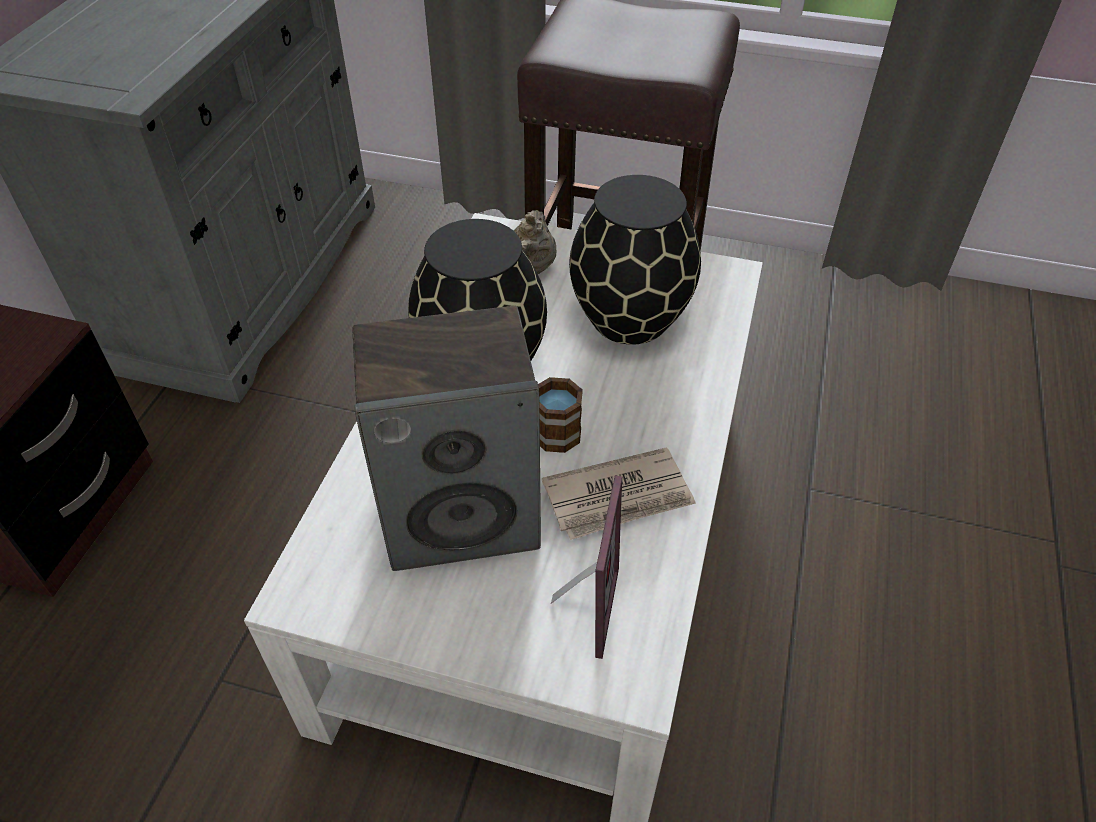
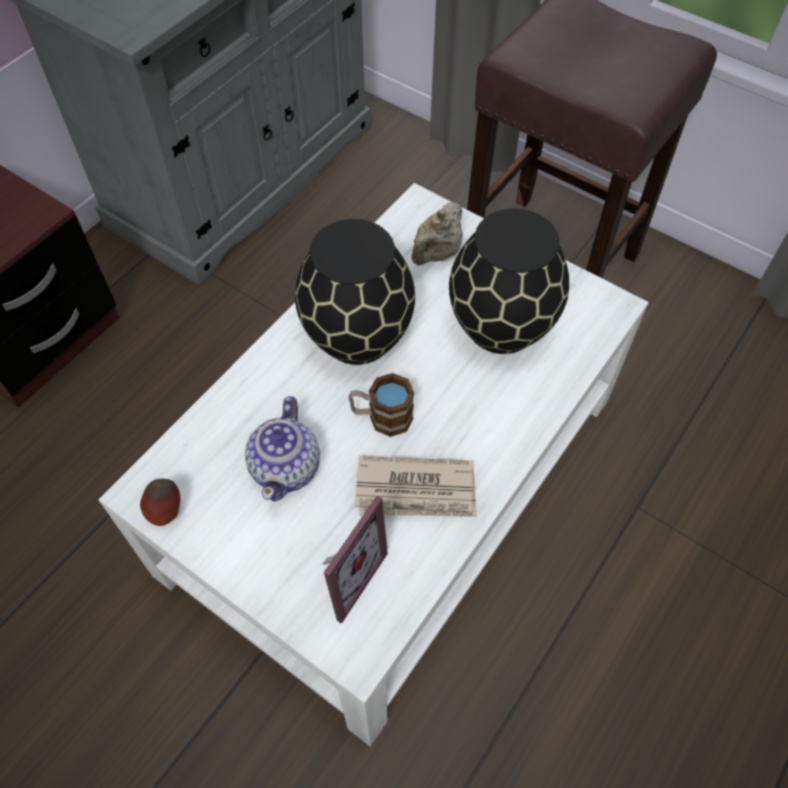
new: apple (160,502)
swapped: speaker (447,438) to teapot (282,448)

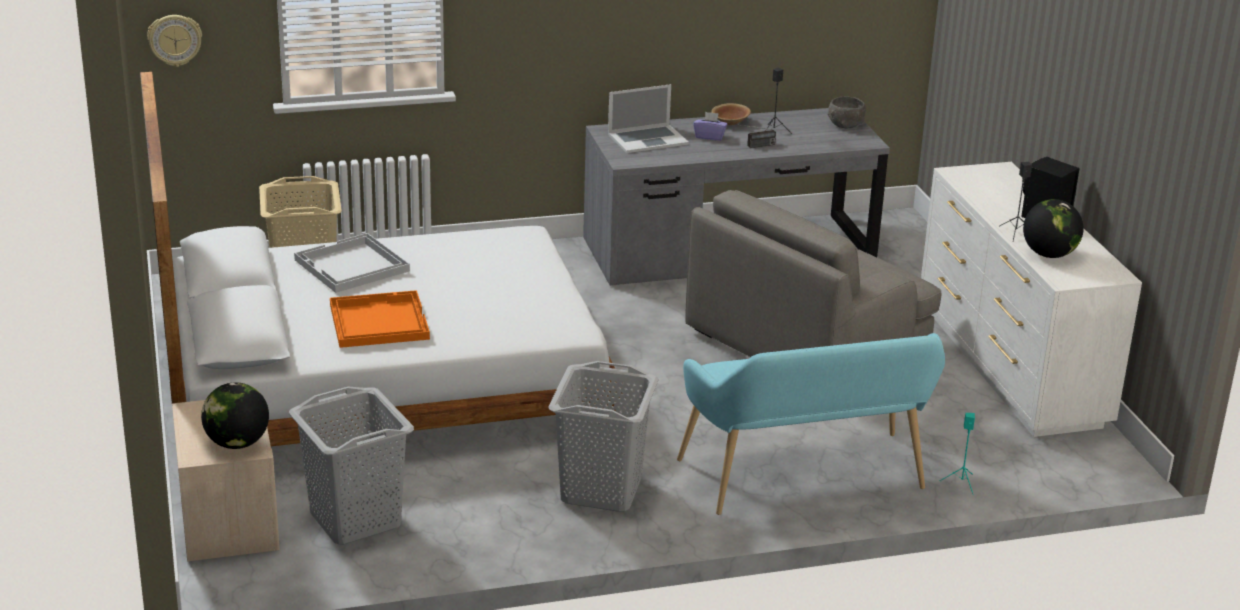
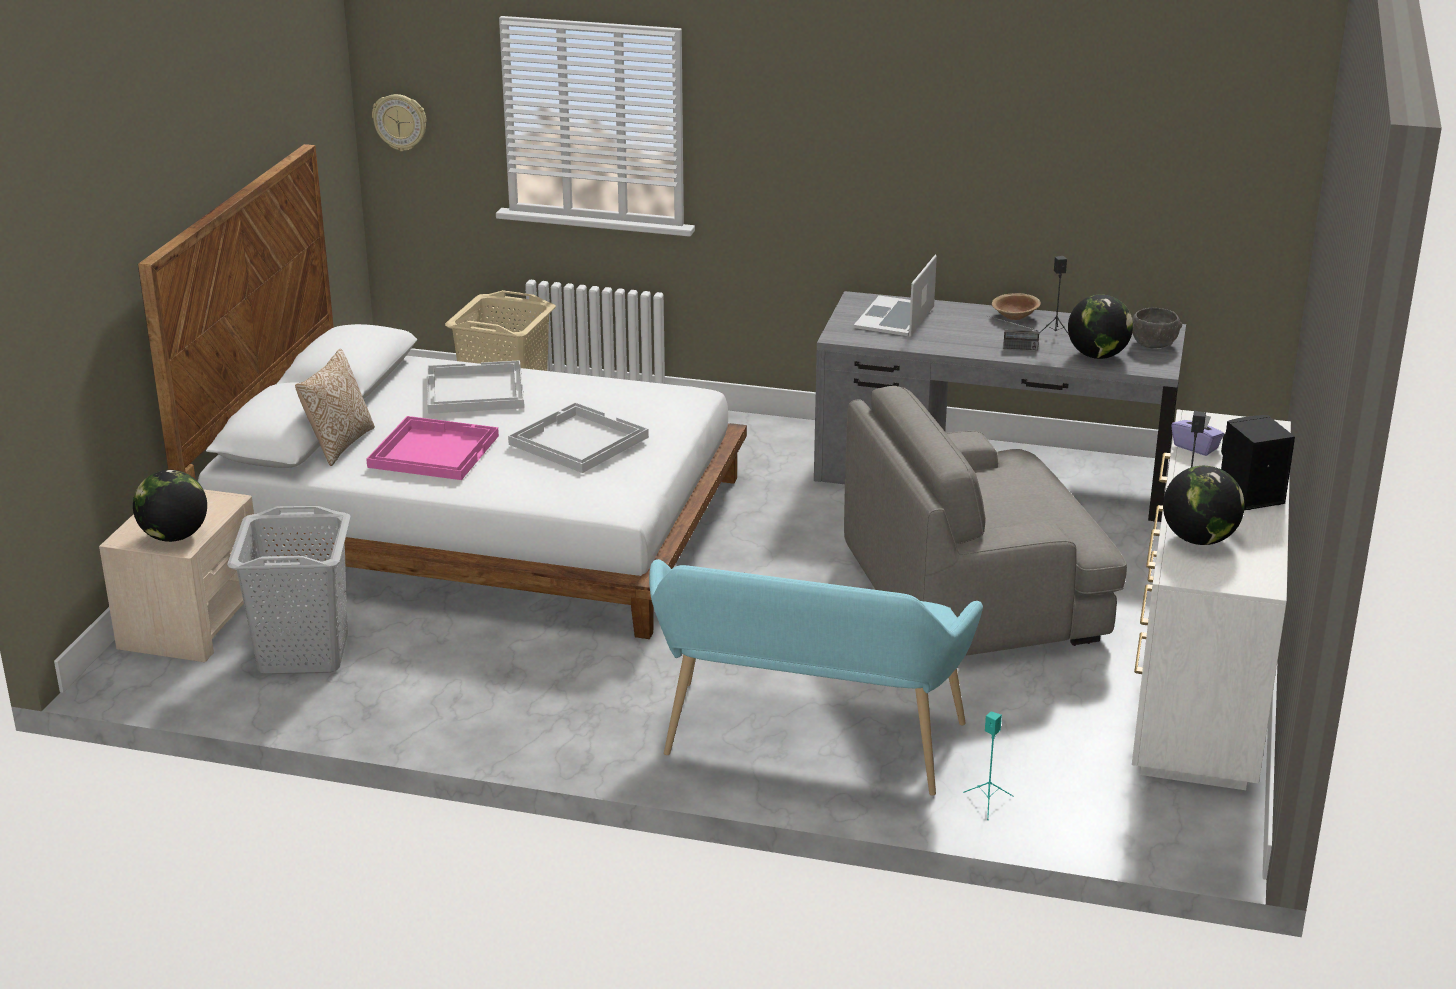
gone: laundry basket (grey) (603,436)
new: globe (1100,326); pillow (335,407); tray (white) (578,437)
shifted: tissue box (purple) (710,126) to (1197,436)
repainted: tray (orange) (380,319) to tray (pink) (432,448)
rotated: laptop (648,118) = (895,295) 105 degrees clockwise

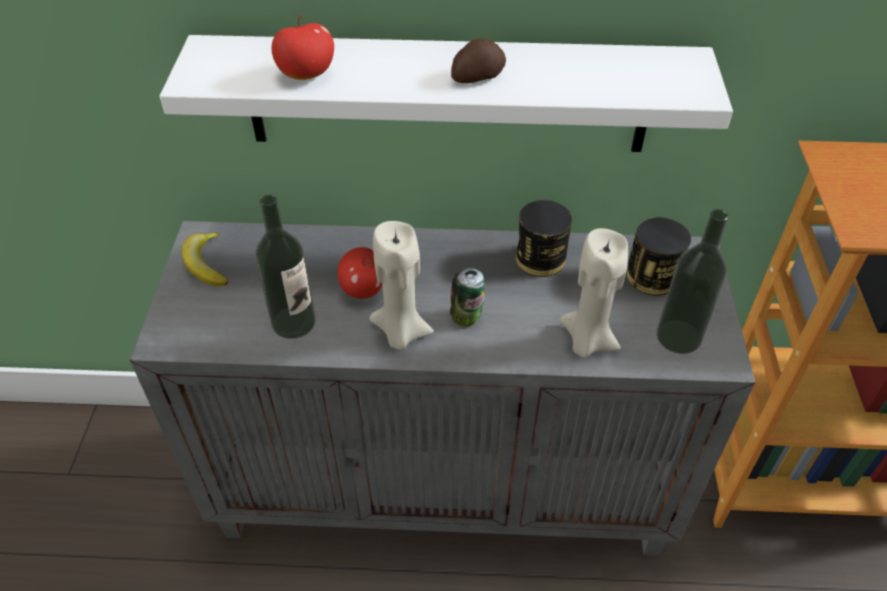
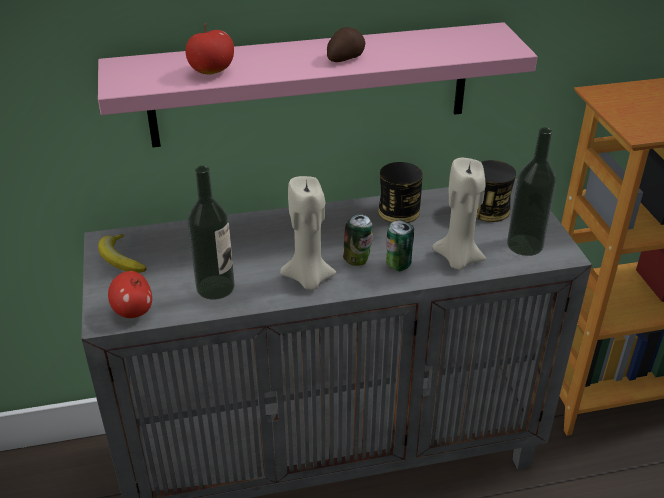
new: can (400,245)
shifted: apple (359,273) to (130,294)
repainted: shelf (white) (446,93) to shelf (pink) (317,84)

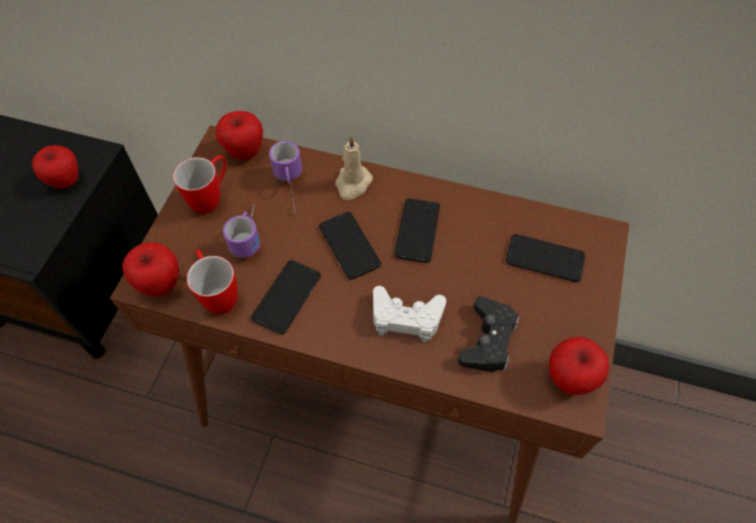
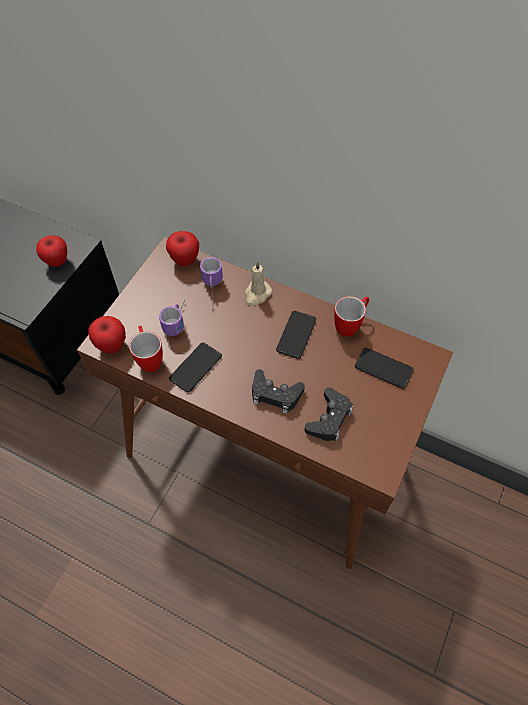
gone: phone (350,245); apple (579,366)
shifted: mug (200,184) to (351,316)
repainted: game controller (white) (409,314) to game controller (black) (278,391)

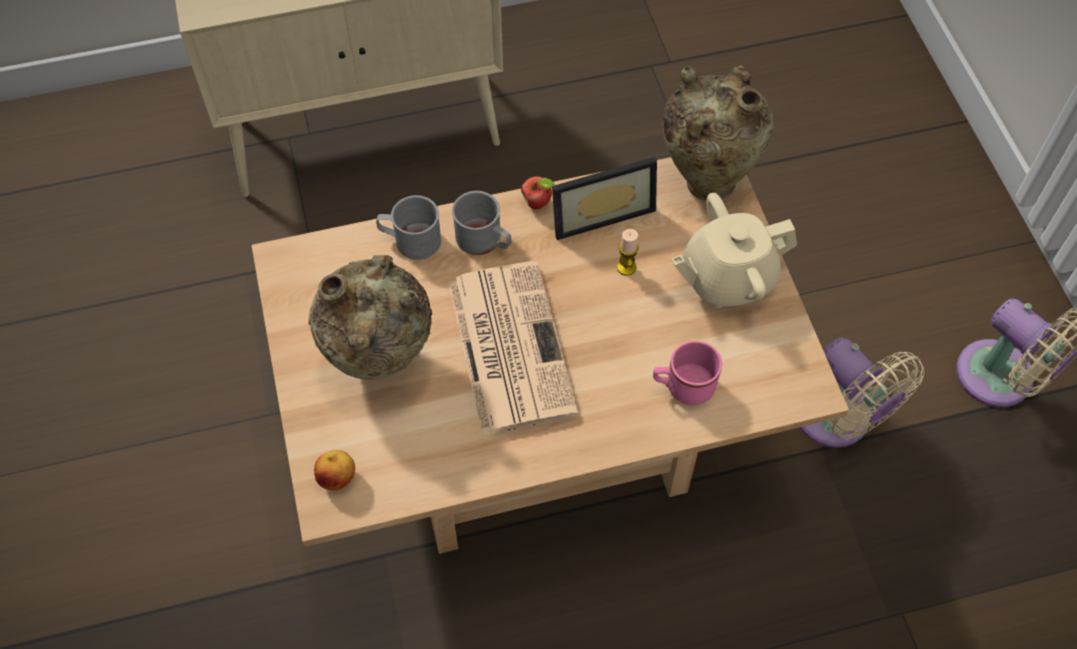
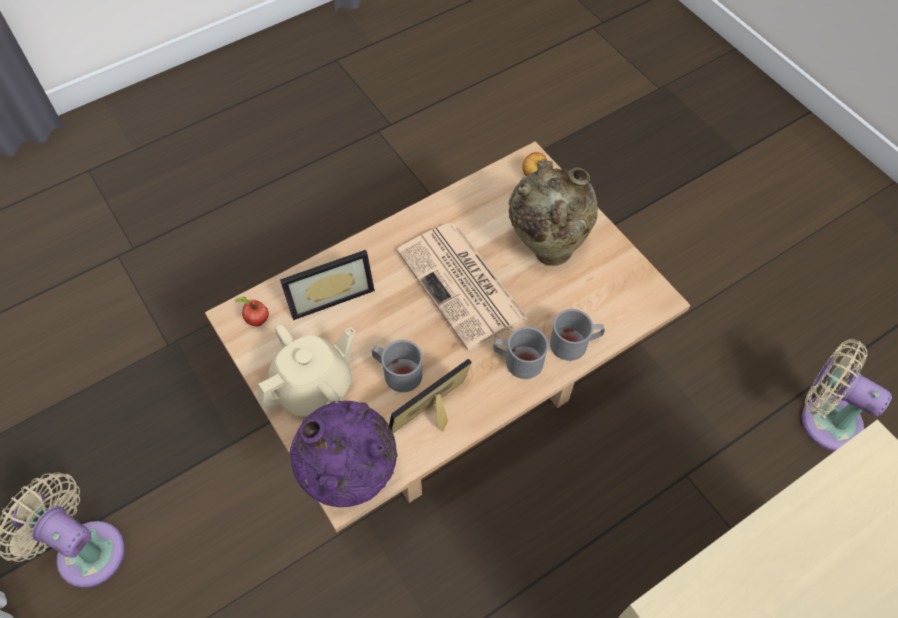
shifted: apple (538,193) to (252,312); fan (beige) (862,392) to (847,395)
swapped: candle (628,252) to mug (grey) (397,366); mug (pink) (687,373) to picture frame (327,285)
repainted: vase (beige) (718,133) to vase (purple) (343,453)

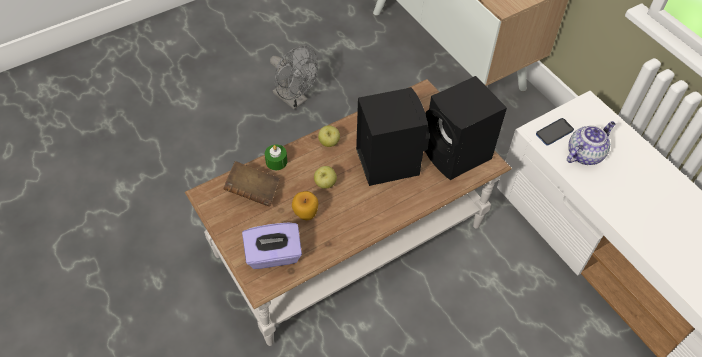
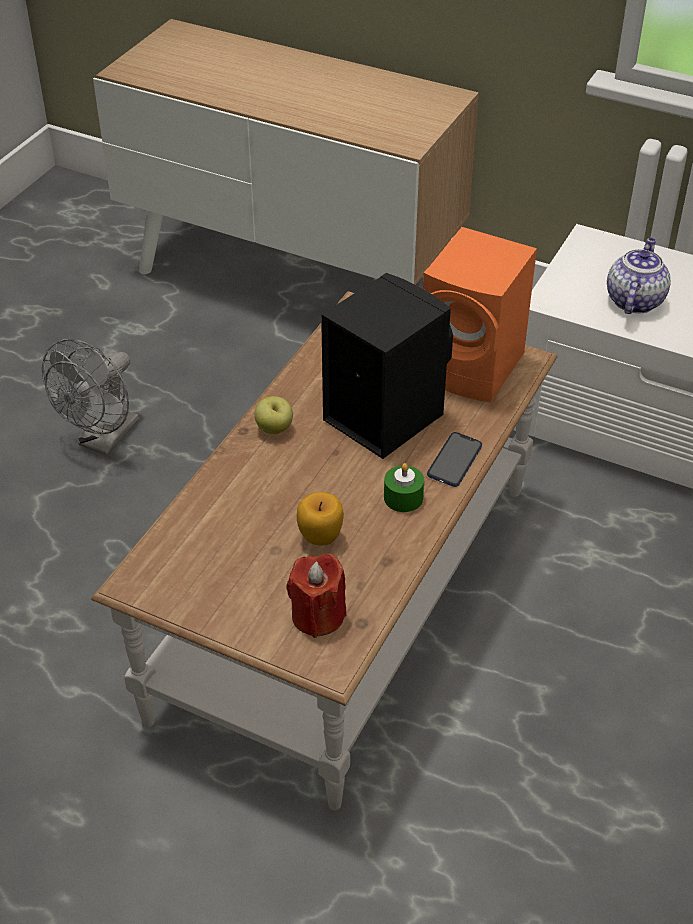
gone: book (brown) (251,184); apple (325,177)
shifted: phone (555,131) to (454,459); candle (green) (276,157) to (404,487)
swapped: tissue box (purple) (272,246) to candle (red) (316,595)
repainted: speaker (black) (466,128) to speaker (orange) (480,314)
rotated: fan (grey) (294,77) = (90,397) 105 degrees clockwise

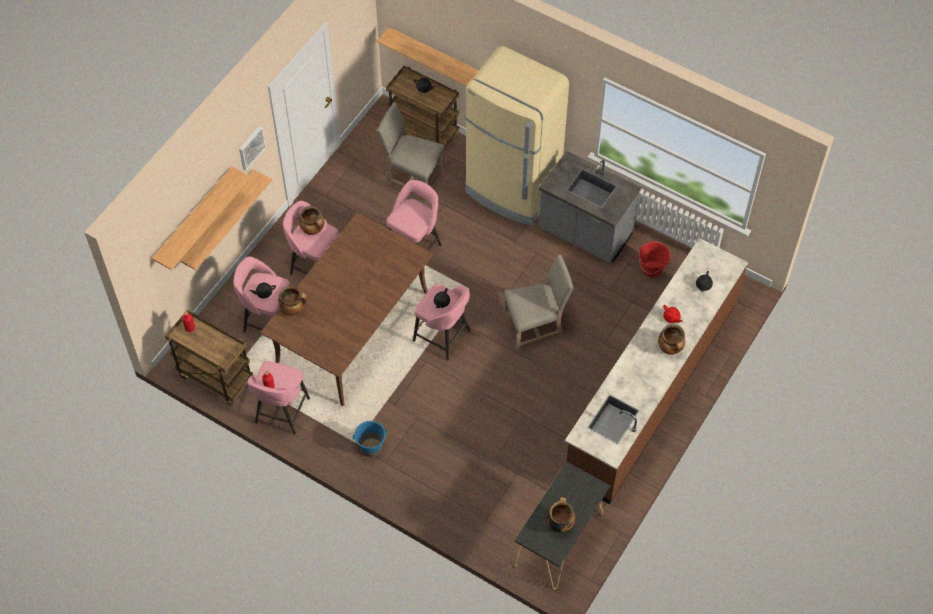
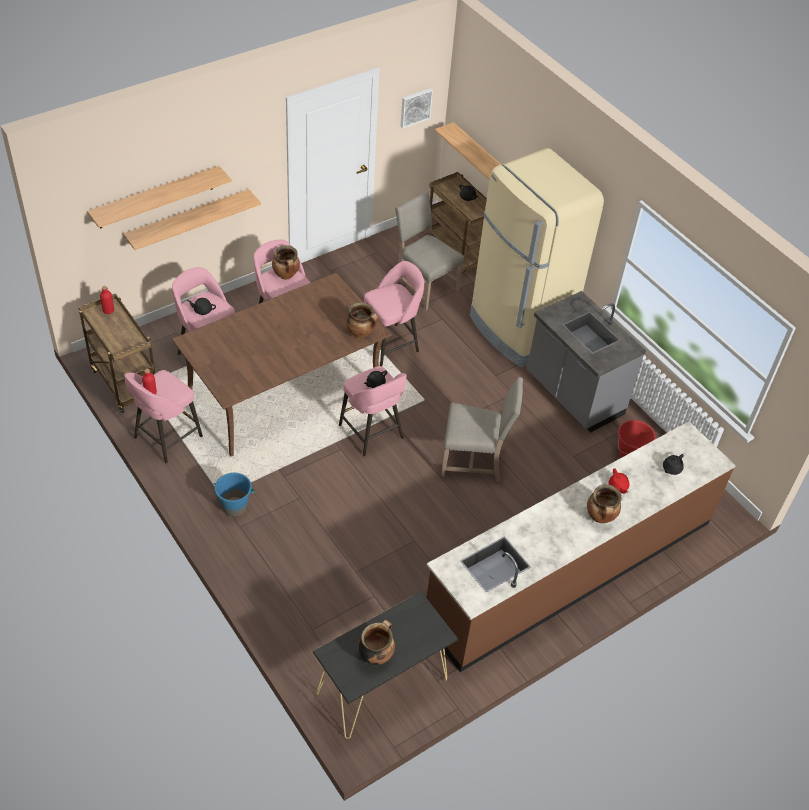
shifted: picture (252,148) to (417,108); cooking pot (292,301) to (362,320)

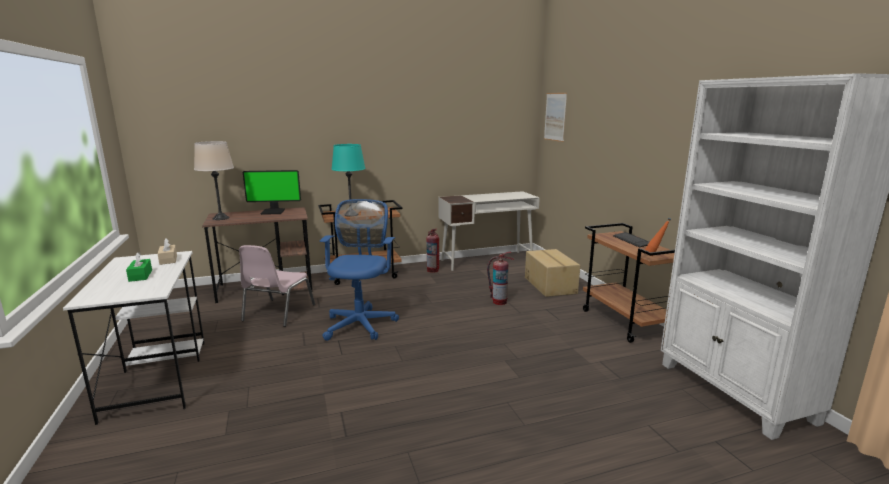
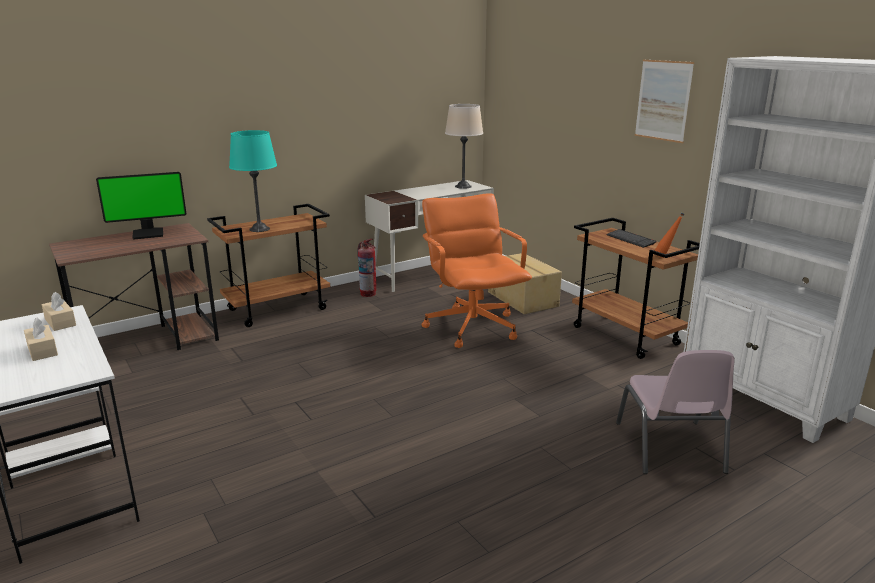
gone: office chair (blue) (359,270)
shifted: picture (555,117) to (664,101); table lamp (beige) (214,180) to (464,146); chair (pink) (277,286) to (675,412)
swapped: fire extinguisher (500,278) to office chair (orange) (477,270)
repainted: tissue box (green) (139,267) to tissue box (beige) (41,339)

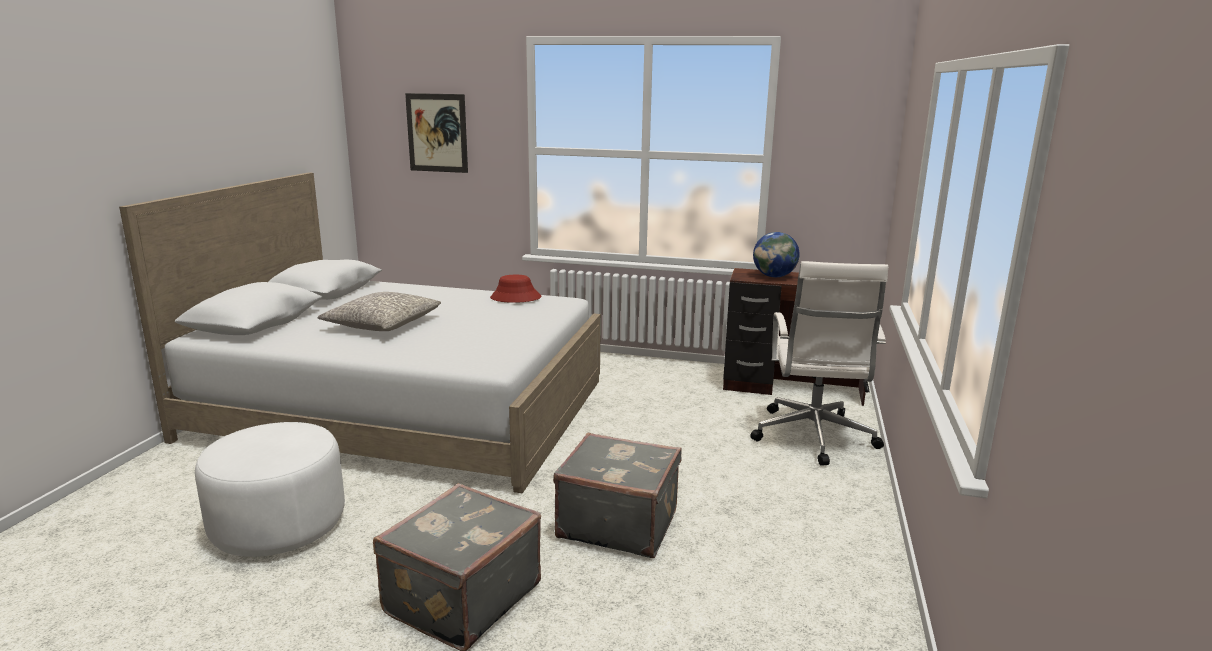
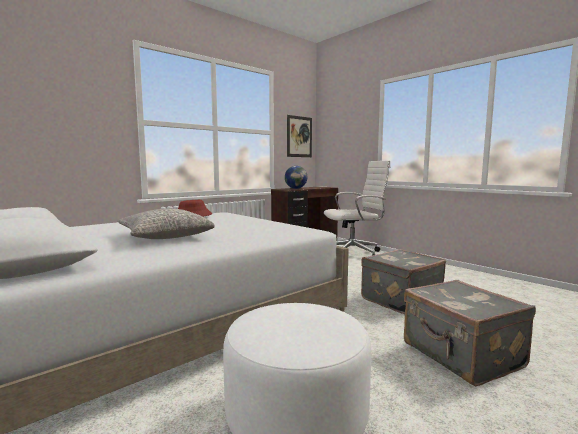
shifted: picture (436,133) to (299,136)
rotated: office chair (white) (819,363) = (357,208) 60 degrees counterclockwise

